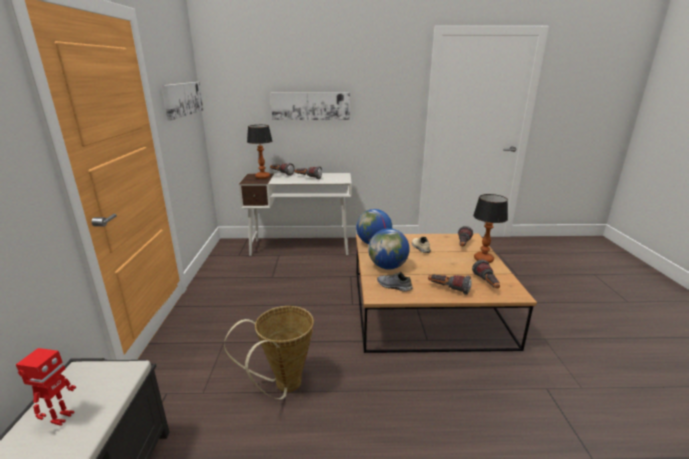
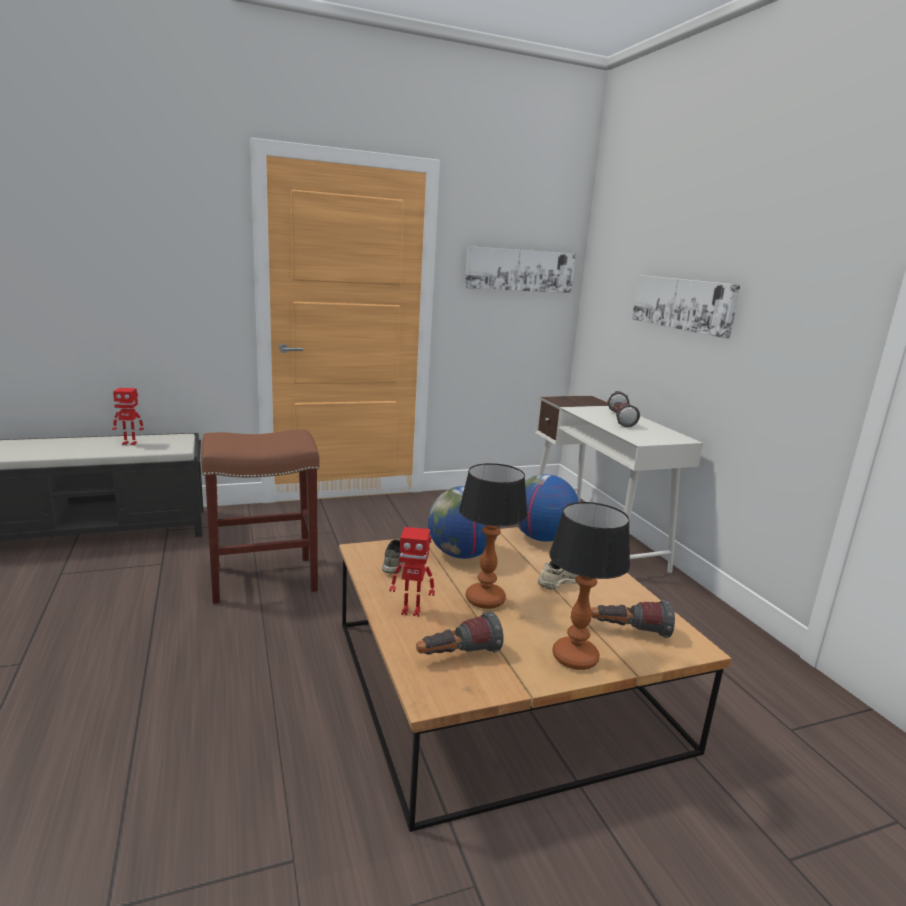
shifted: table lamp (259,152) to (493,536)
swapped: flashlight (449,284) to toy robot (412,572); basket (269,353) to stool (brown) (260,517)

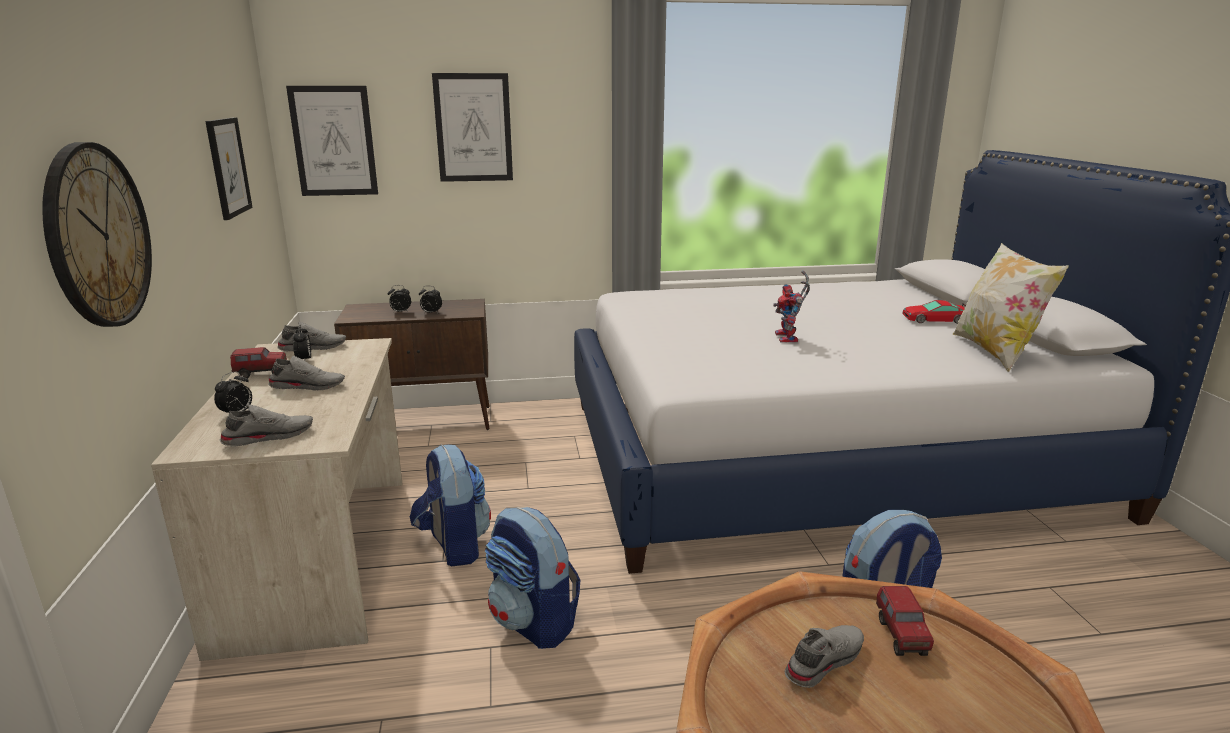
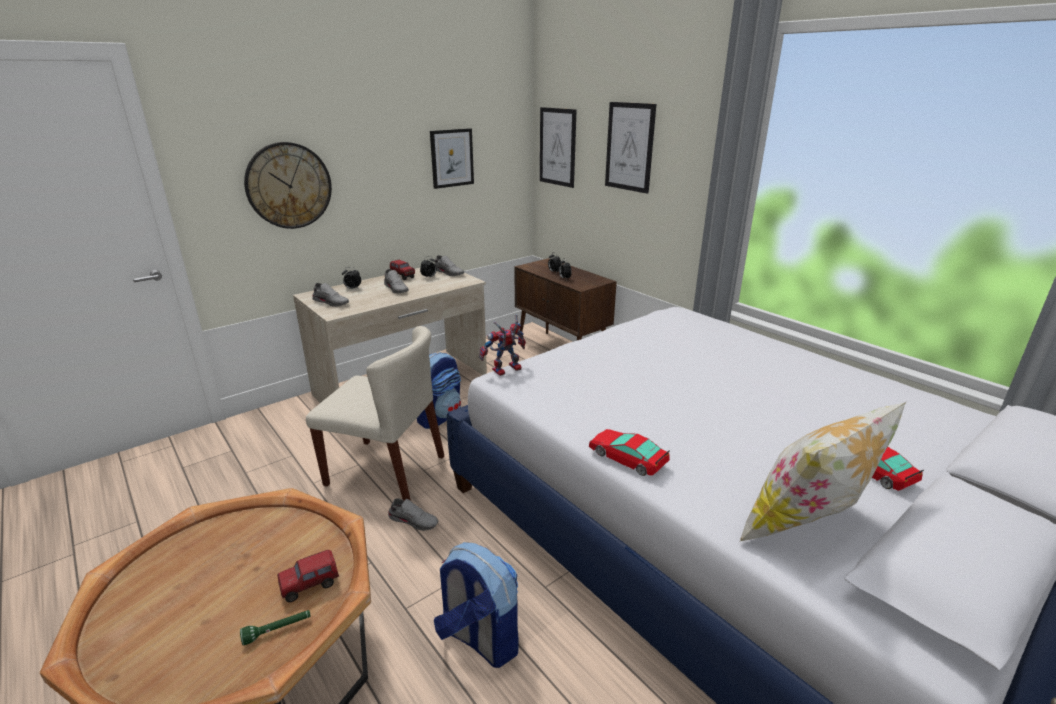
new: toy car (629,452); flashlight (green) (275,628)
shifted: toy robot (791,306) to (502,345); shoe (grey) (824,656) to (413,514)
swapped: backpack (532,578) to chair (beige) (375,413)

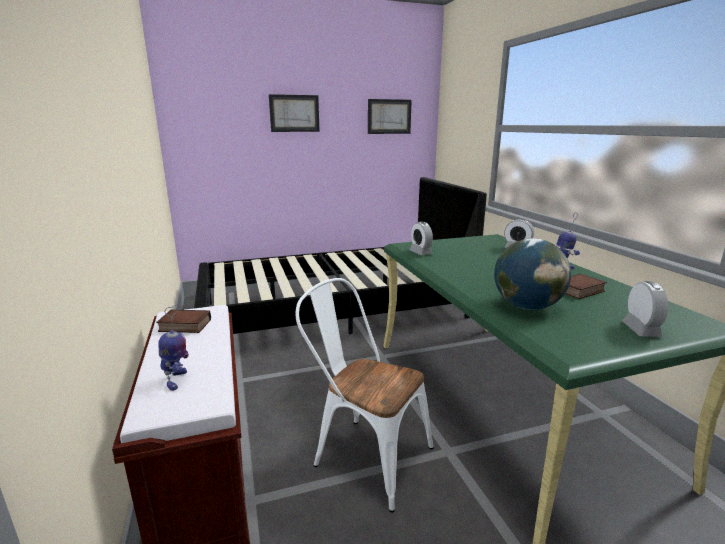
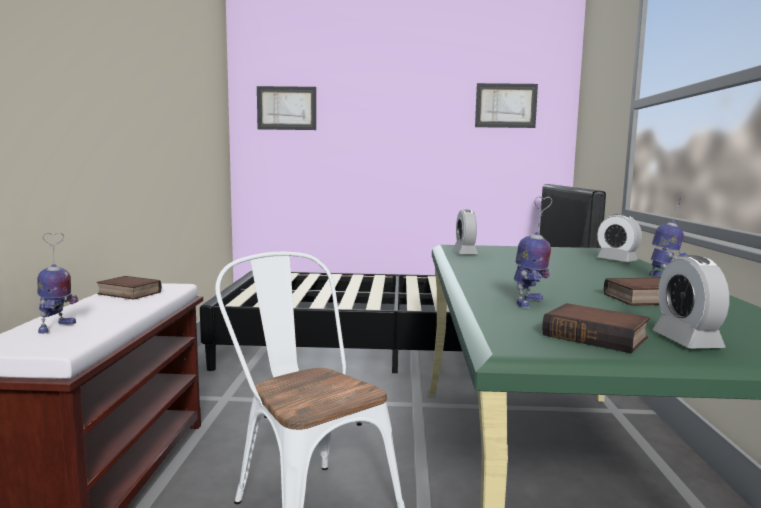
new: book (596,328)
shifted: picture (294,113) to (286,108)
swapped: globe (532,274) to toy robot (533,252)
rotated: alarm clock (645,309) = (691,301) 150 degrees clockwise

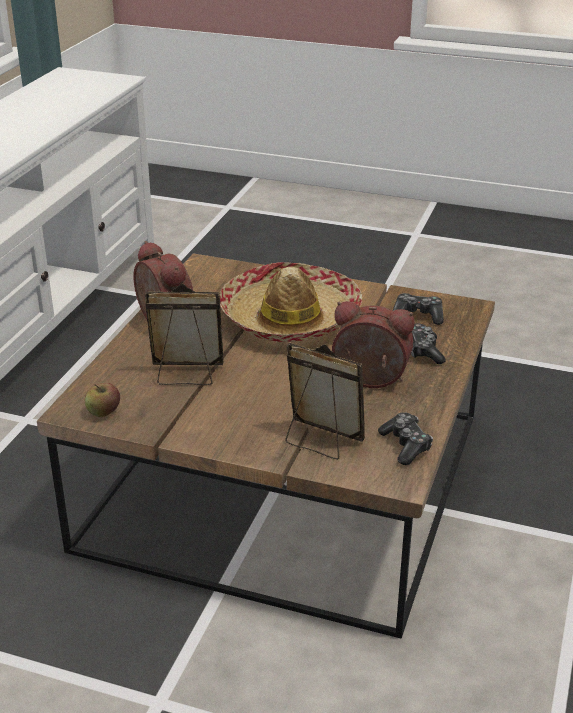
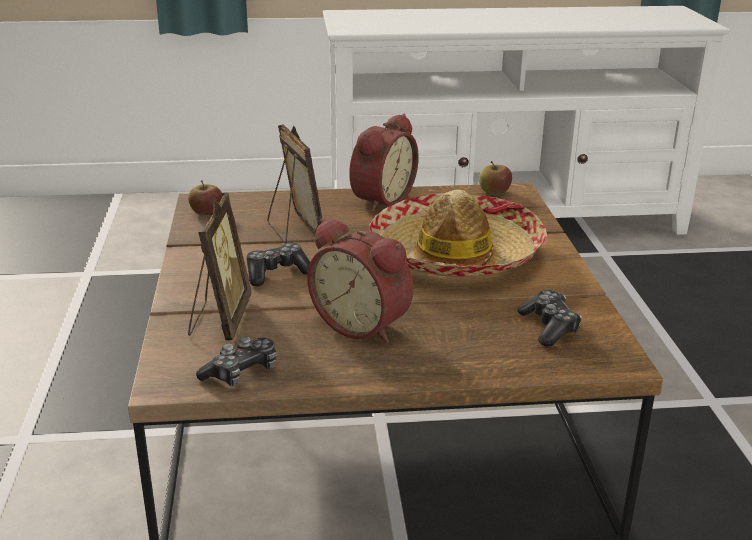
new: apple (495,177)
shifted: game controller (428,343) to (278,265)
rotated: alarm clock (373,344) = (360,280) 135 degrees clockwise

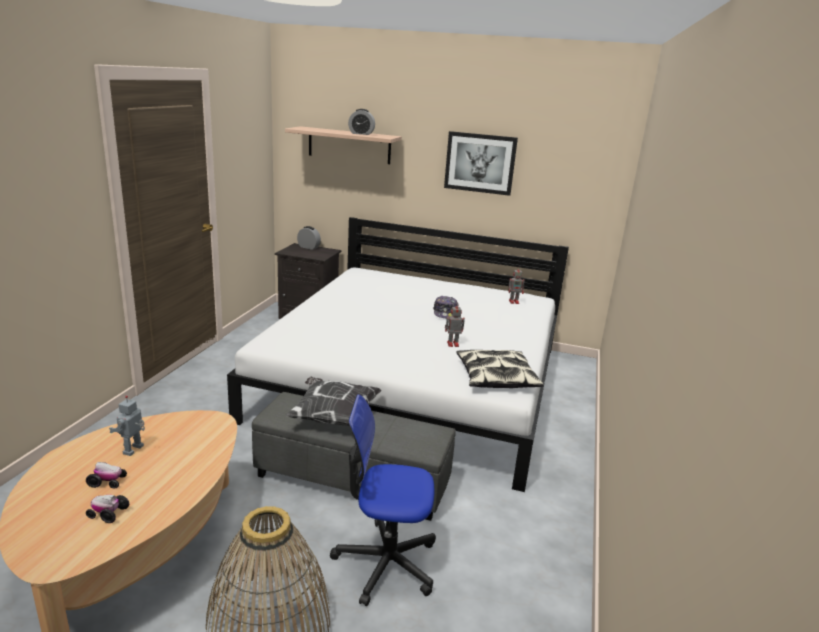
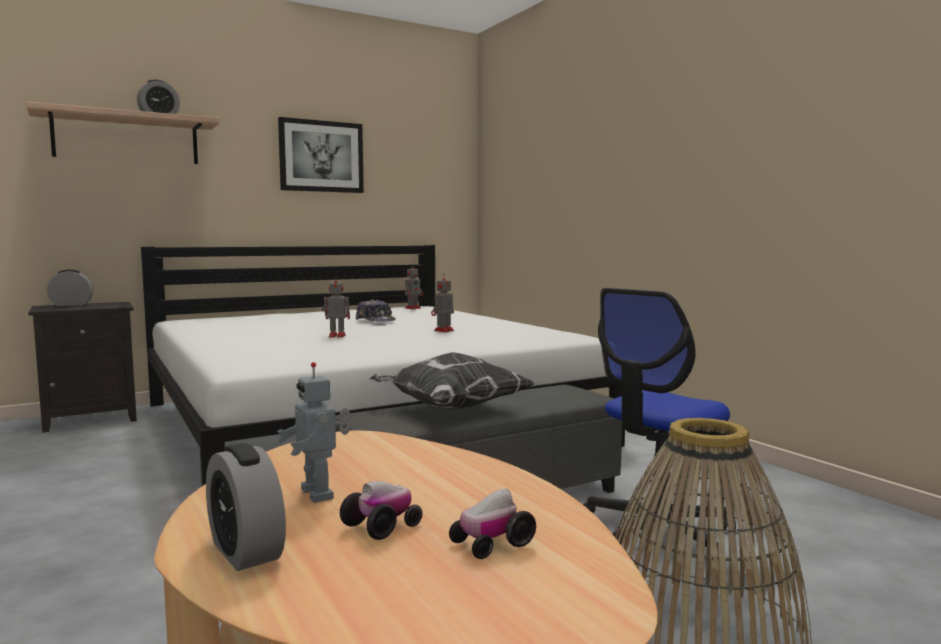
gone: pillow (499,369)
new: toy robot (335,306); alarm clock (246,507)

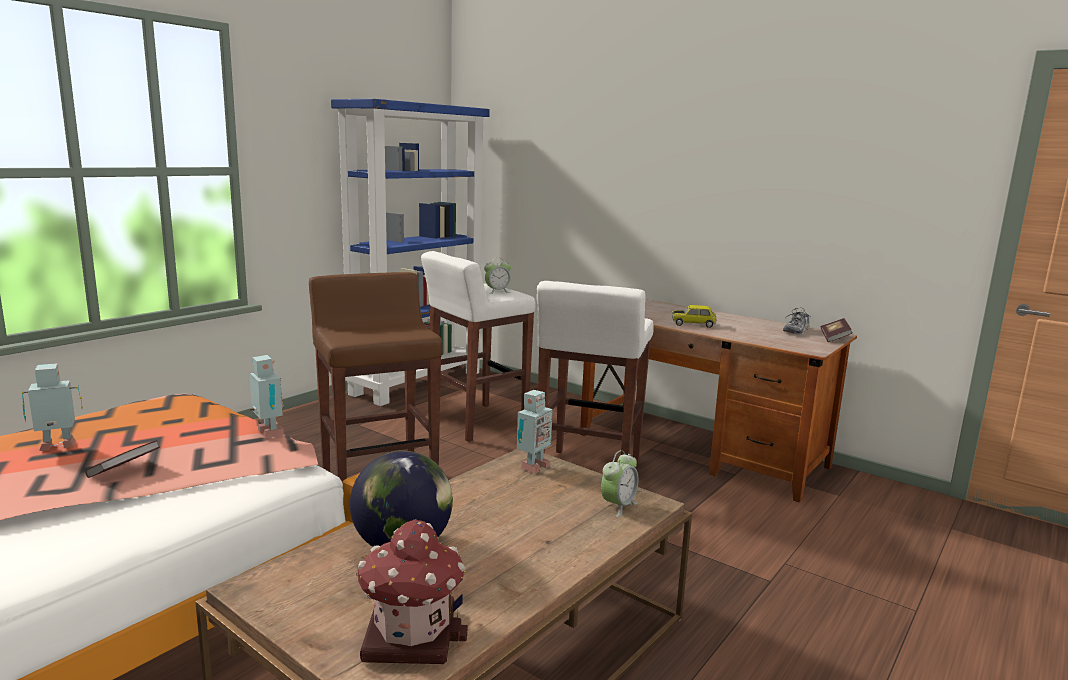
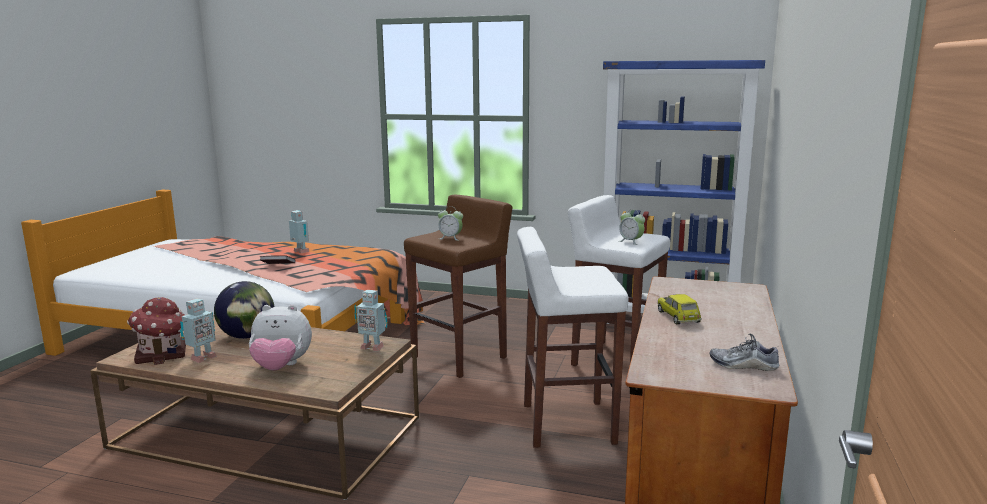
gone: book (836,330)
new: plush toy (280,338)
shifted: toy robot (266,396) to (198,330); alarm clock (620,483) to (450,223)

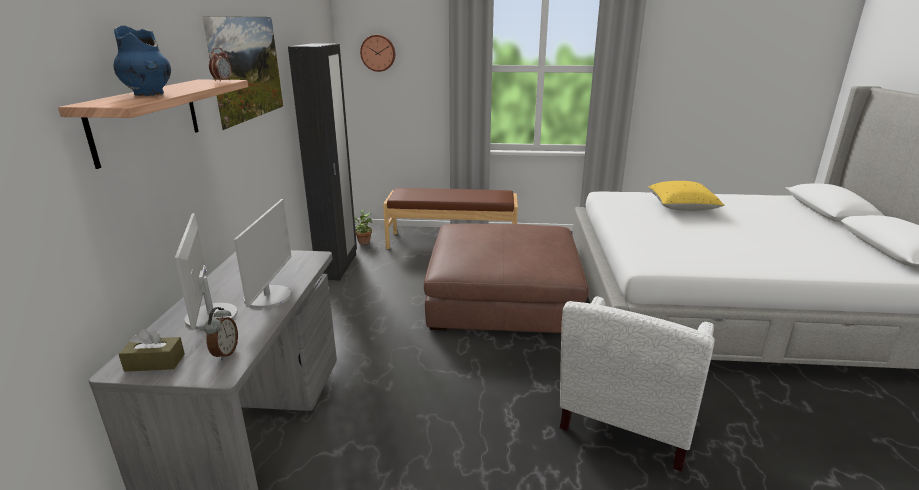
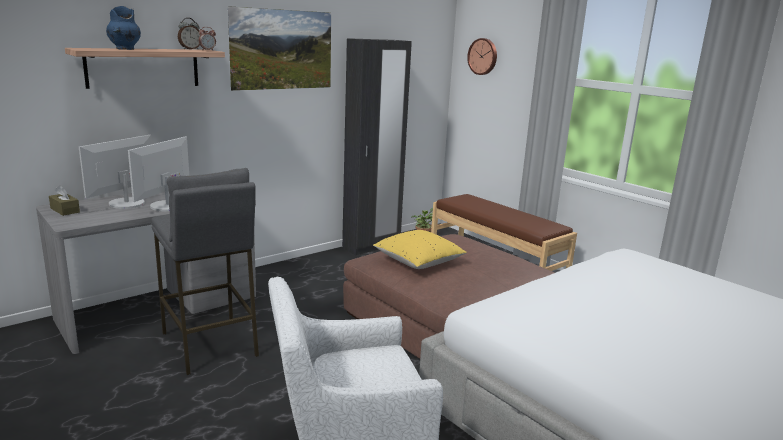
new: stool (grey) (205,271)
shifted: pillow (yellow) (686,196) to (420,249); alarm clock (221,334) to (189,33)
rotated: monitor (263,253) = (158,173) 150 degrees clockwise

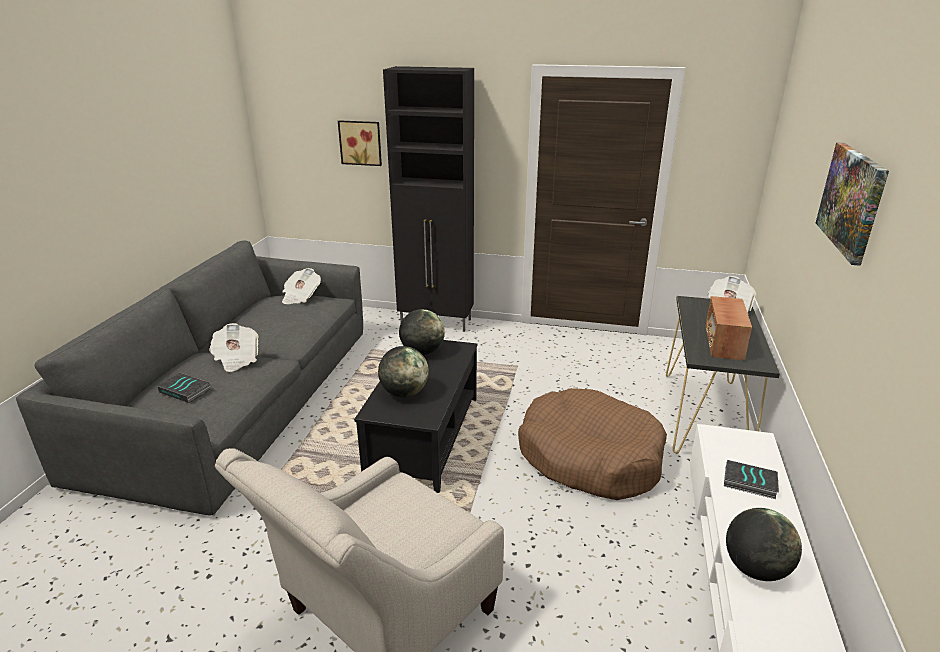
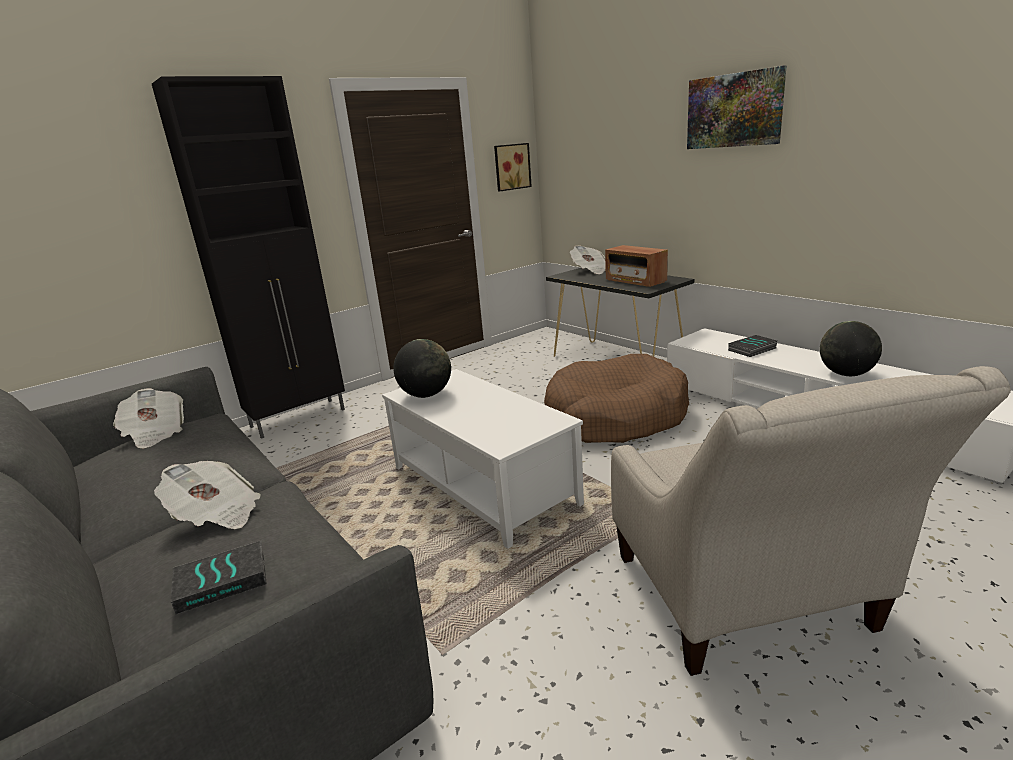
gone: globe (403,371)
shifted: picture (360,143) to (513,167)
repainted: coffee table (black) (415,416) to coffee table (white) (483,459)

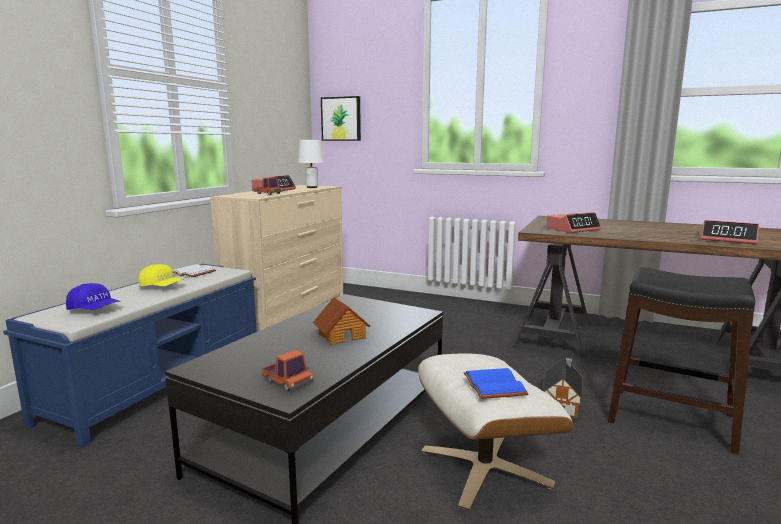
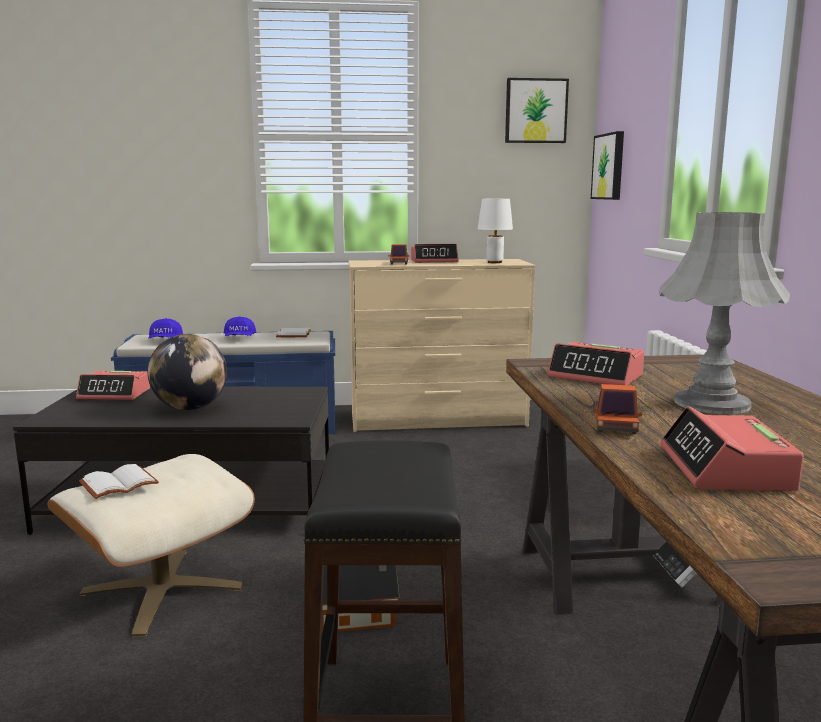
new: picture (537,110); table lamp (grey) (724,313); alarm clock (113,385)
shifted: toy truck (287,370) to (617,409)
swapped: toy house (341,321) to globe (187,372)
repainted: cap (yellow) (161,275) to cap (blue) (240,326); book (blue) (496,383) to book (white) (119,481)

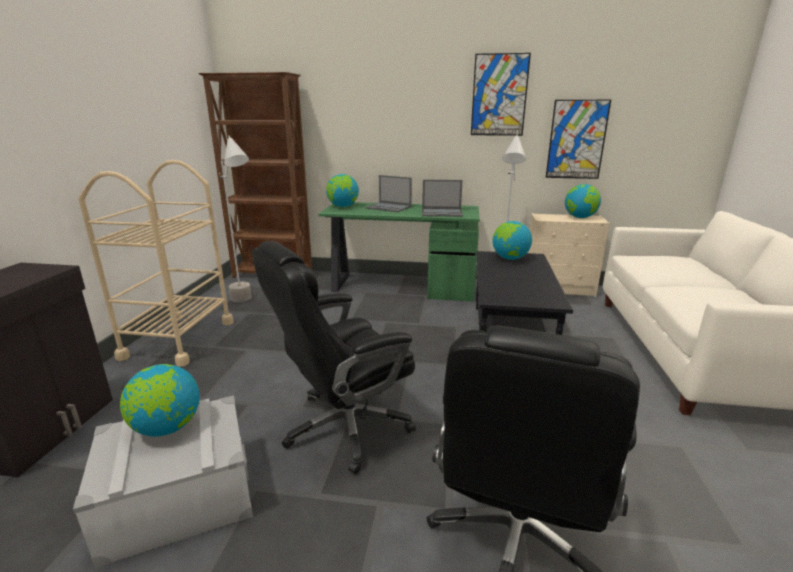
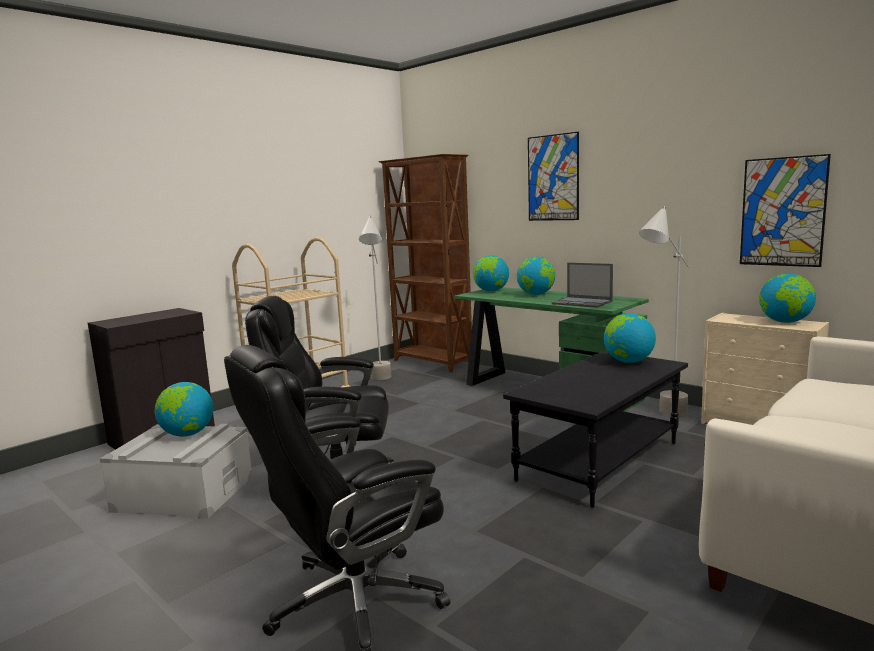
shifted: picture (501,94) to (553,176)
swapped: laptop (388,193) to globe (536,276)

